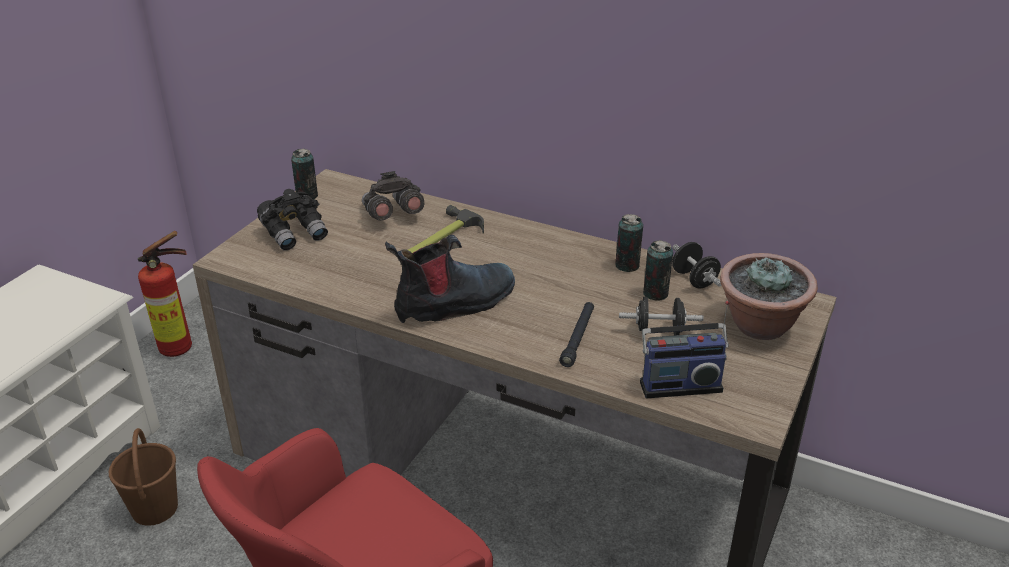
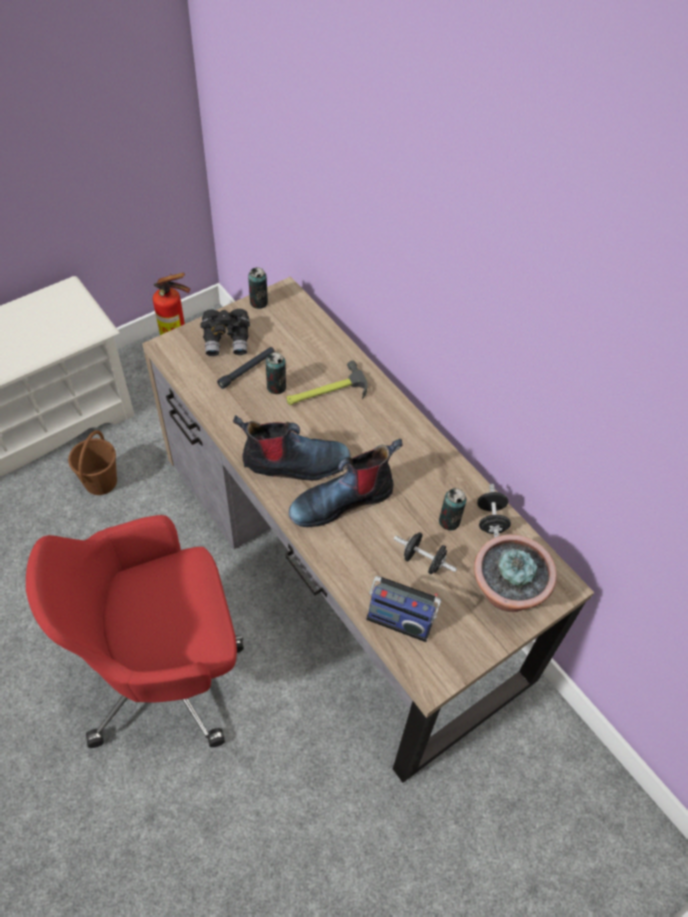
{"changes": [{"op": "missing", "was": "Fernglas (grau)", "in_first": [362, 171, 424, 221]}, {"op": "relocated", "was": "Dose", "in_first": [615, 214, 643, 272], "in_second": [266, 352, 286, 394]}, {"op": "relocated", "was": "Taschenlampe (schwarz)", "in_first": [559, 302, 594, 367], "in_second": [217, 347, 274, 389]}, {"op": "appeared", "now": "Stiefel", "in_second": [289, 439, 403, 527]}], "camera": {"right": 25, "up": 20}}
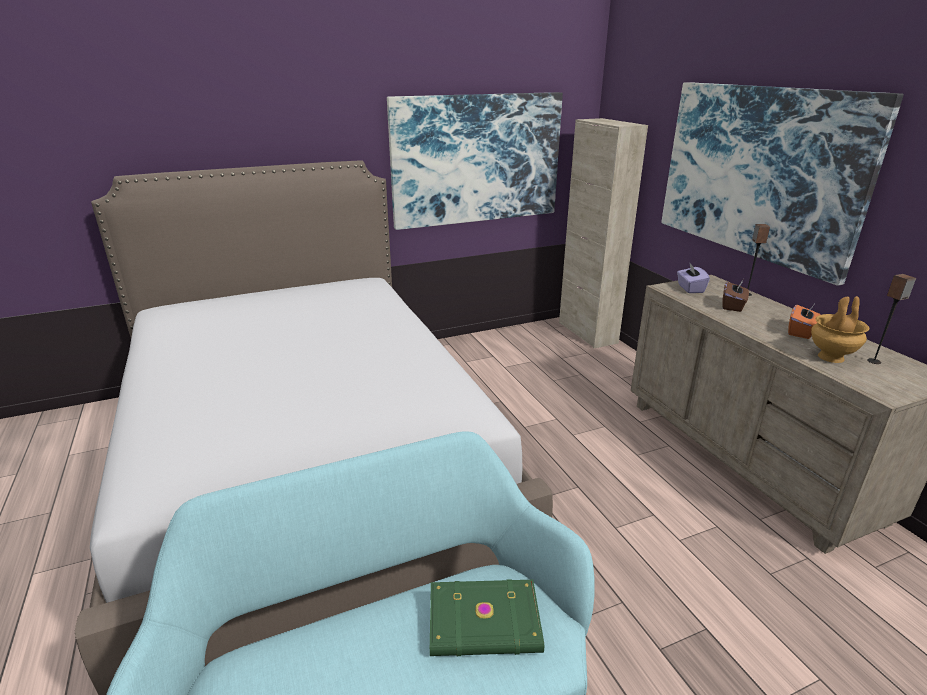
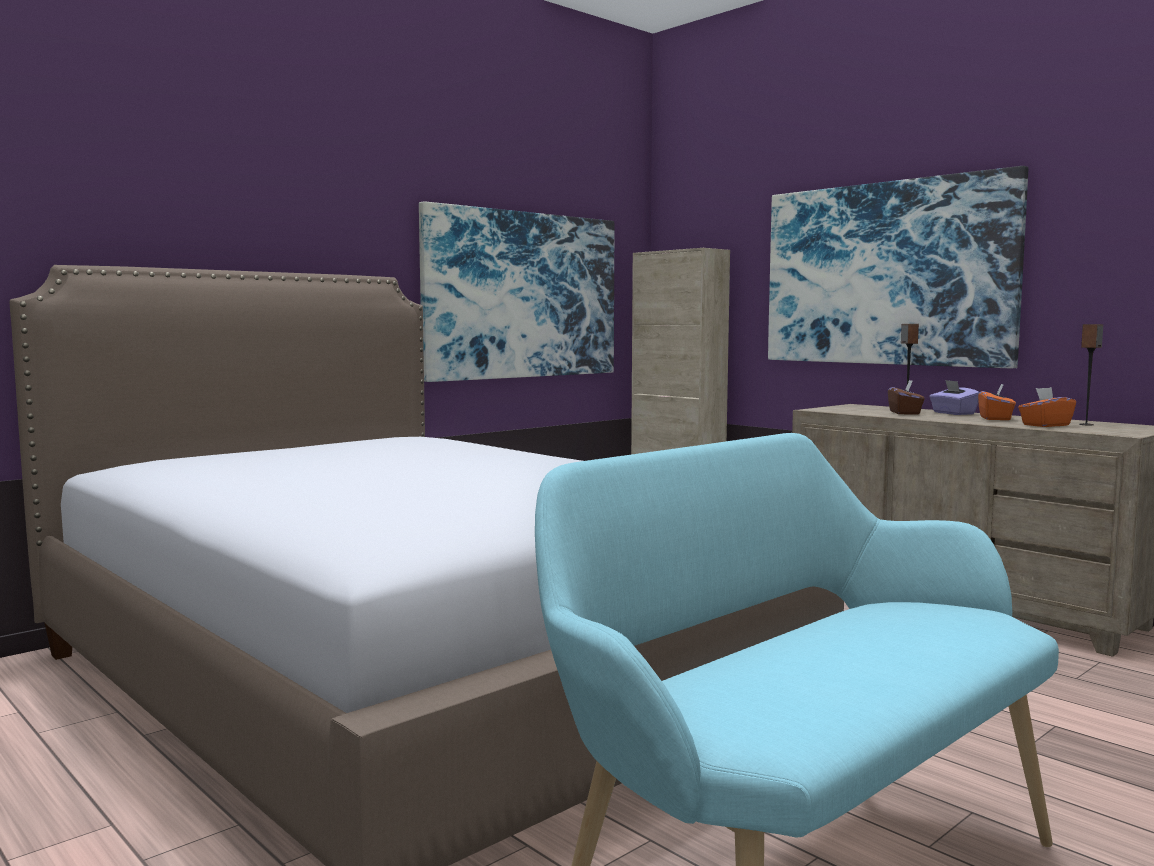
{"changes": [{"op": "relocated", "was": "Taschentuchbox (lila)", "in_first": [677, 262, 710, 293], "in_second": [929, 380, 979, 415]}, {"op": "exchanged", "was": "Vase (braun)", "now": "Taschentuchbox (orange)", "in_first": [811, 296, 869, 363], "in_second": [1018, 387, 1076, 427]}, {"op": "missing", "was": "Buch (grün)", "in_first": [430, 580, 544, 656]}], "camera": {"right": -20, "up": -20}}
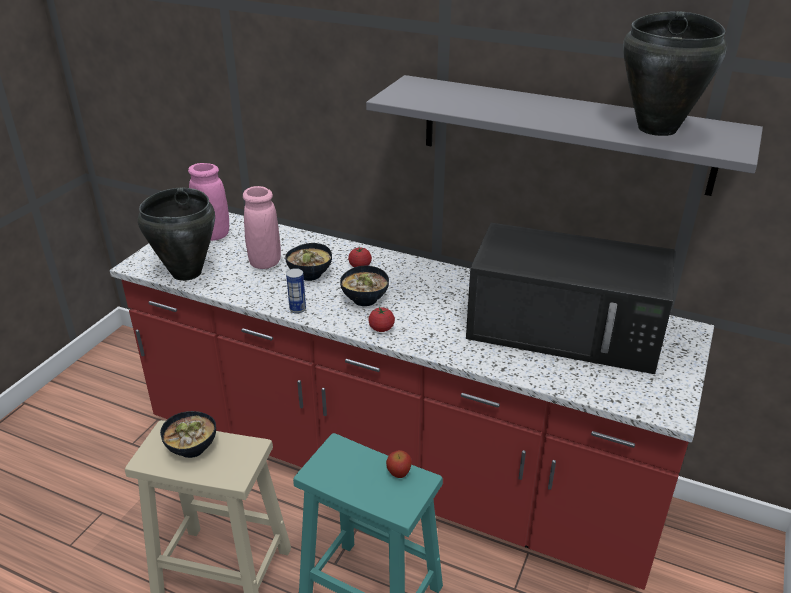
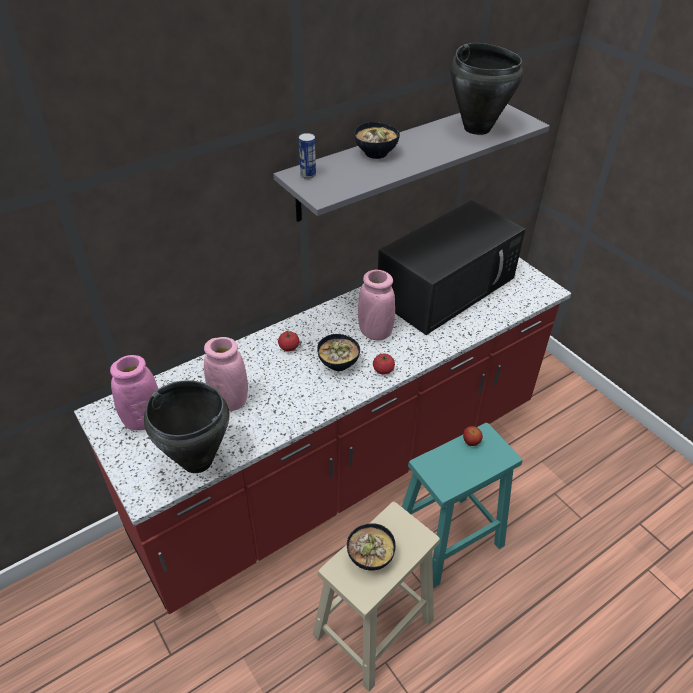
{"changes": [{"op": "relocated", "was": "Schüssel", "in_first": [285, 243, 332, 281], "in_second": [354, 122, 400, 159]}, {"op": "relocated", "was": "Dose", "in_first": [286, 268, 306, 314], "in_second": [299, 133, 316, 179]}, {"op": "appeared", "now": "Vase (rosa)", "in_second": [358, 270, 395, 341]}], "camera": {"right": -60, "up": 10}}
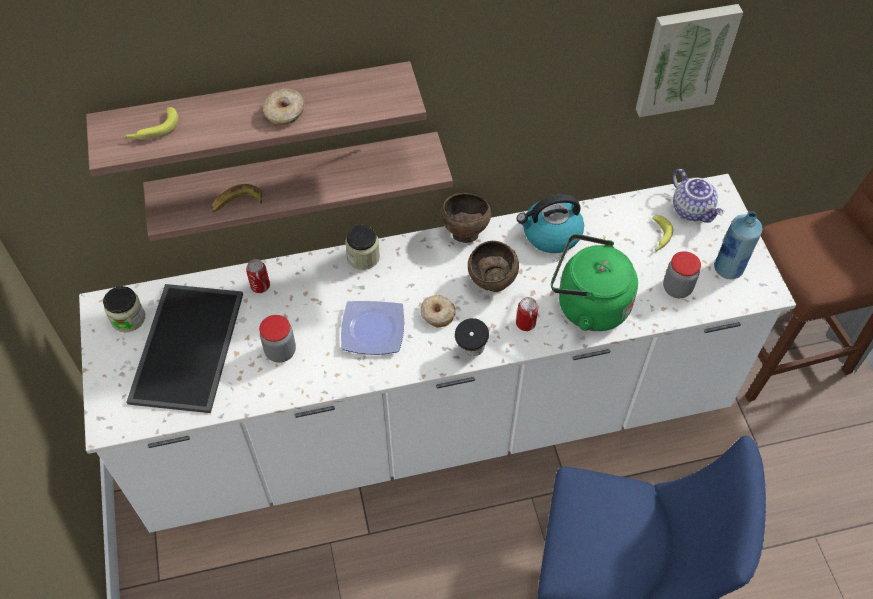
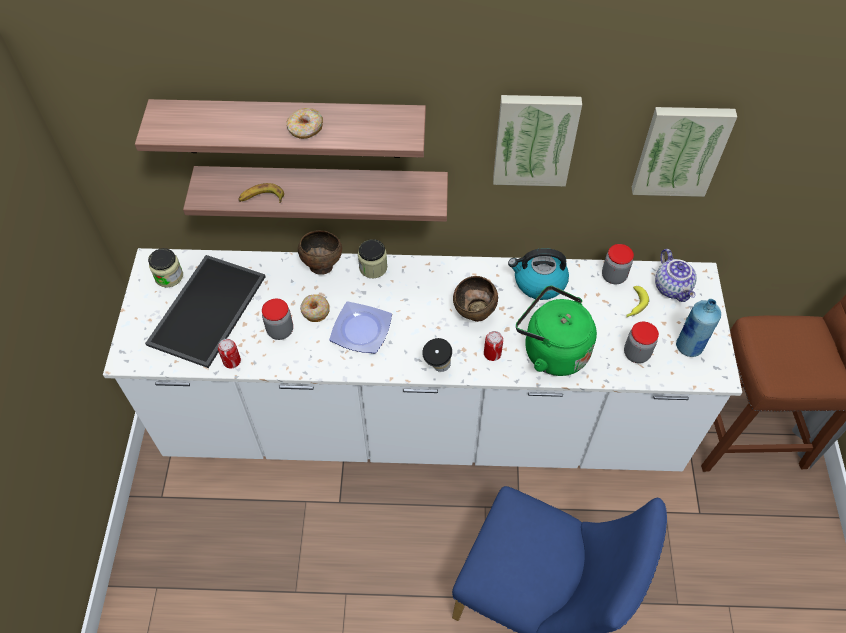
{"changes": [{"op": "missing", "was": "Banane", "in_first": [124, 107, 178, 140]}, {"op": "relocated", "was": "Schüssel (braun)", "in_first": [441, 193, 491, 243], "in_second": [298, 230, 342, 275]}, {"op": "relocated", "was": "Dose", "in_first": [246, 259, 270, 293], "in_second": [218, 338, 241, 368]}, {"op": "relocated", "was": "Donut", "in_first": [420, 295, 456, 328], "in_second": [300, 294, 330, 322]}, {"op": "appeared", "now": "Bild", "in_second": [493, 95, 582, 186]}, {"op": "appeared", "now": "Vorratsglas", "in_second": [602, 244, 634, 284]}], "camera": {"right": 15, "up": 0}}
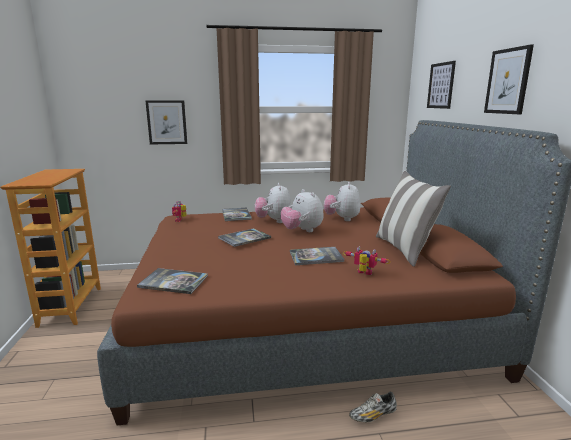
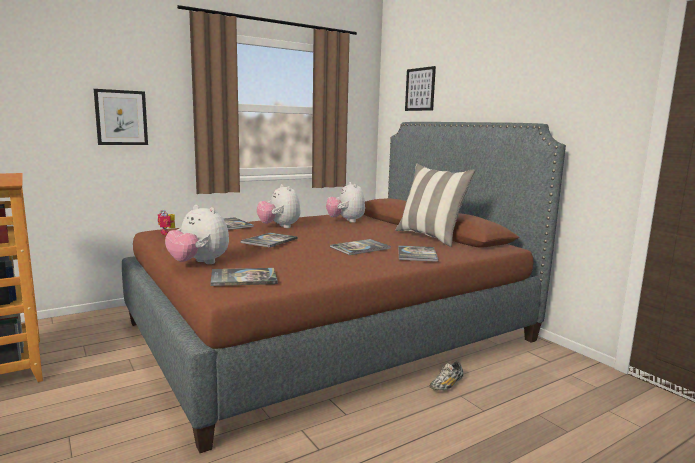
{"changes": [{"op": "missing", "was": "Bild", "in_first": [484, 45, 534, 114]}, {"op": "relocated", "was": "Plüschtier", "in_first": [281, 189, 324, 232], "in_second": [165, 205, 229, 264]}, {"op": "exchanged", "was": "Spielzeugroboter", "now": "Buch", "in_first": [343, 246, 390, 275], "in_second": [398, 245, 438, 262]}], "camera": {"right": -25, "up": -5}}
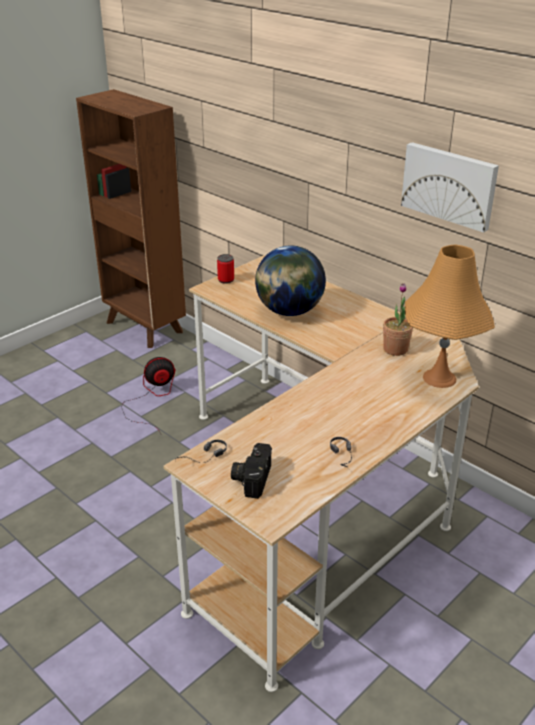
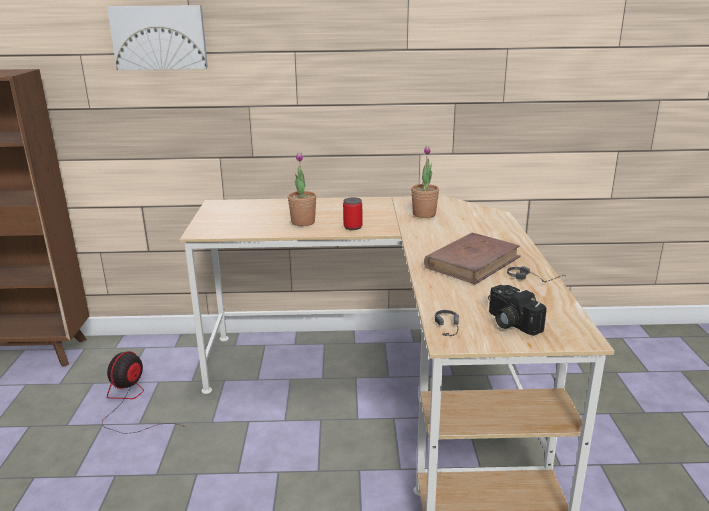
{"changes": [{"op": "relocated", "was": "Bild", "in_first": [401, 142, 499, 233], "in_second": [107, 5, 208, 70]}, {"op": "missing", "was": "Tischlampe (orange)", "in_first": [405, 244, 495, 388]}, {"op": "exchanged", "was": "Globus", "now": "Topfpflanze", "in_first": [255, 245, 326, 316], "in_second": [288, 153, 316, 226]}, {"op": "relocated", "was": "Dose", "in_first": [217, 254, 234, 284], "in_second": [343, 198, 362, 230]}, {"op": "appeared", "now": "Buch (braun)", "in_second": [424, 233, 521, 285]}], "camera": {"right": -45, "up": -10}}
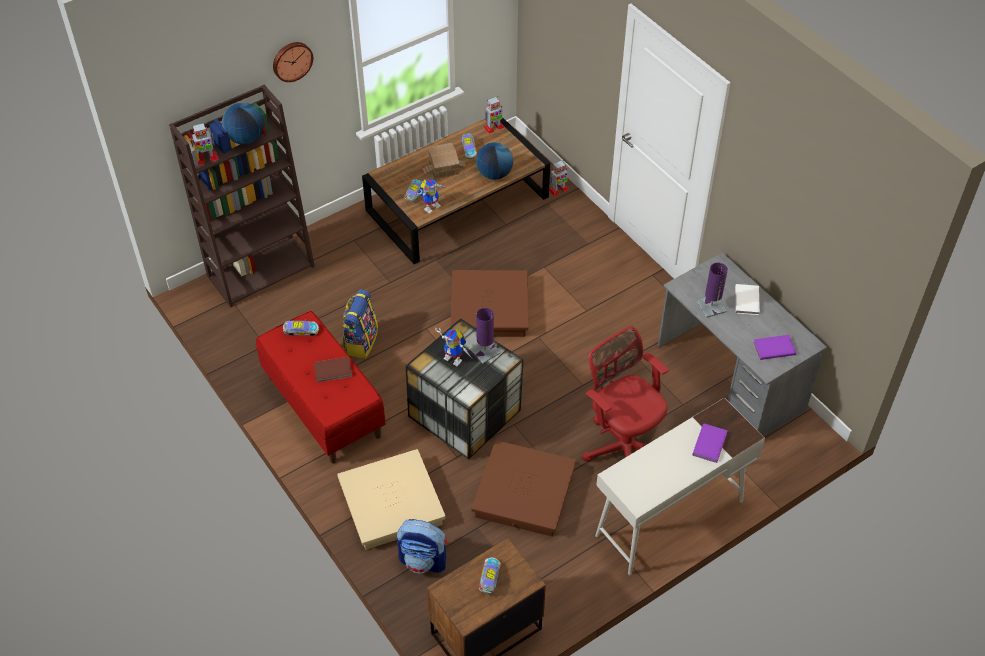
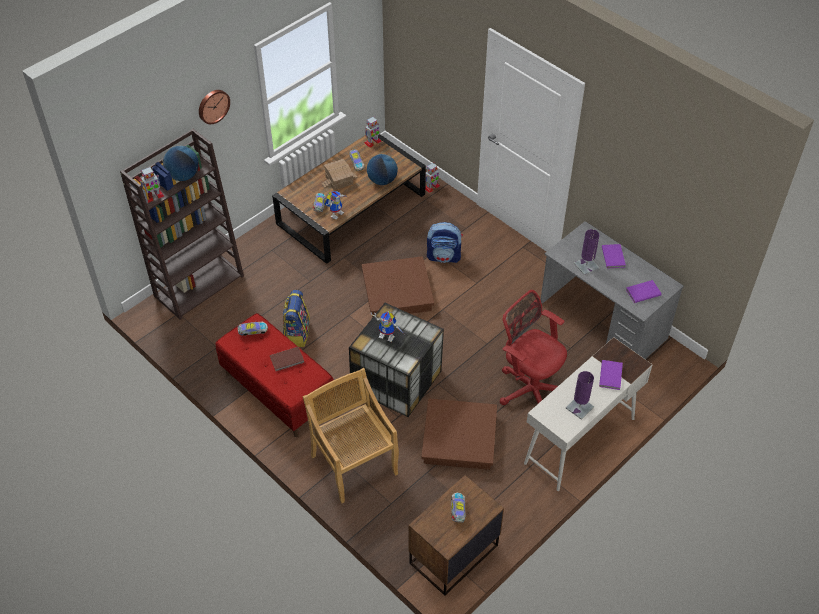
{"changes": [{"op": "colour", "was": "Buch (weiß)", "now": "Buch (lila)", "in_first": [735, 284, 760, 315], "in_second": [602, 244, 626, 268]}, {"op": "relocated", "was": "Tischlampe (lila)", "in_first": [470, 308, 501, 364], "in_second": [566, 371, 594, 420]}, {"op": "exchanged", "was": "Aufbewahrungsbox (beige)", "now": "Stuhl (beige)", "in_first": [337, 449, 446, 550], "in_second": [303, 368, 399, 503]}, {"op": "relocated", "was": "Rucksack", "in_first": [397, 519, 447, 573], "in_second": [427, 222, 463, 263]}], "camera": {"right": -10, "up": 0}}
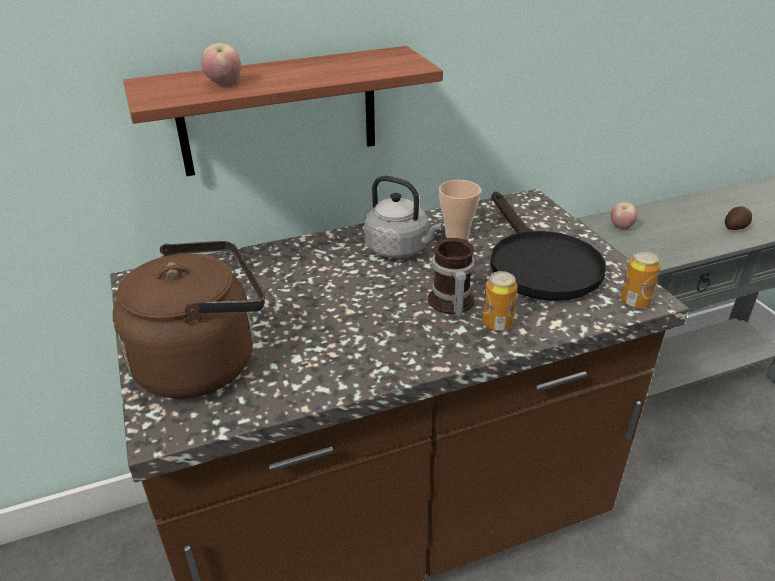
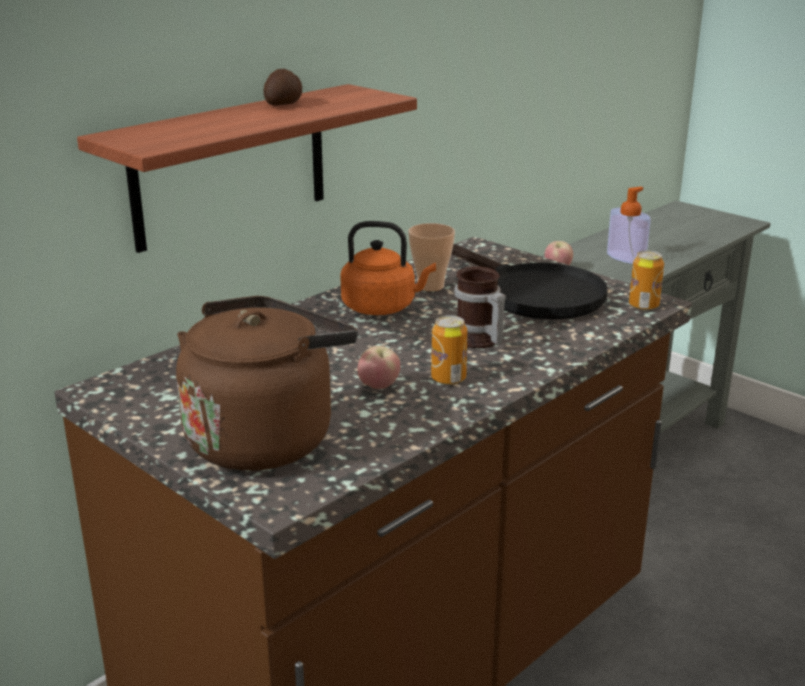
{"changes": [{"op": "relocated", "was": "Apfel", "in_first": [201, 43, 241, 85], "in_second": [357, 346, 401, 389]}, {"op": "colour", "was": "Wasserkessel (grau)", "now": "Wasserkessel (orange)", "in_first": [364, 176, 442, 259], "in_second": [340, 221, 436, 315]}, {"op": "relocated", "was": "Kartoffel", "in_first": [725, 206, 752, 230], "in_second": [263, 69, 302, 106]}, {"op": "relocated", "was": "Dose", "in_first": [482, 271, 518, 331], "in_second": [431, 315, 467, 385]}, {"op": "appeared", "now": "Seifenspender", "in_second": [607, 187, 651, 264]}], "camera": {"right": -25, "up": -10}}
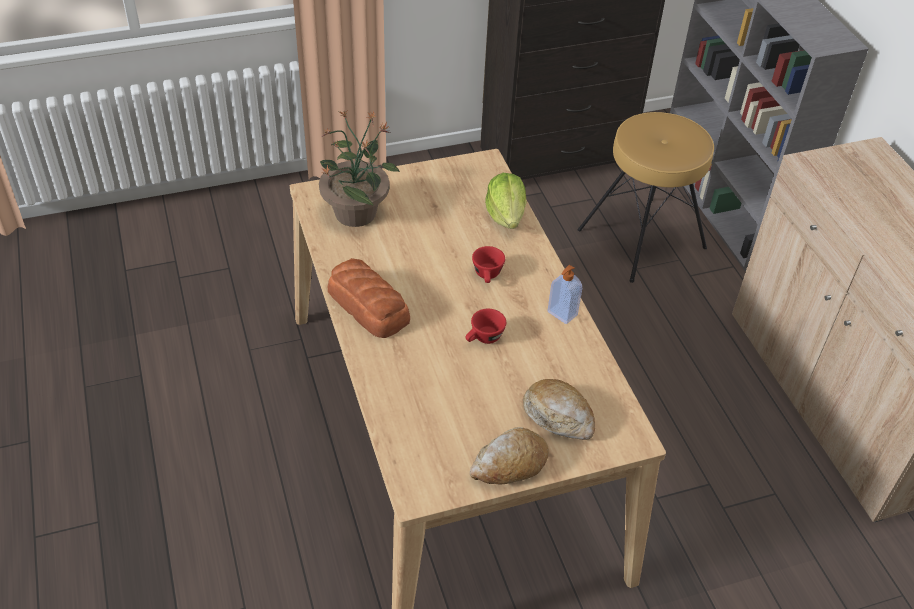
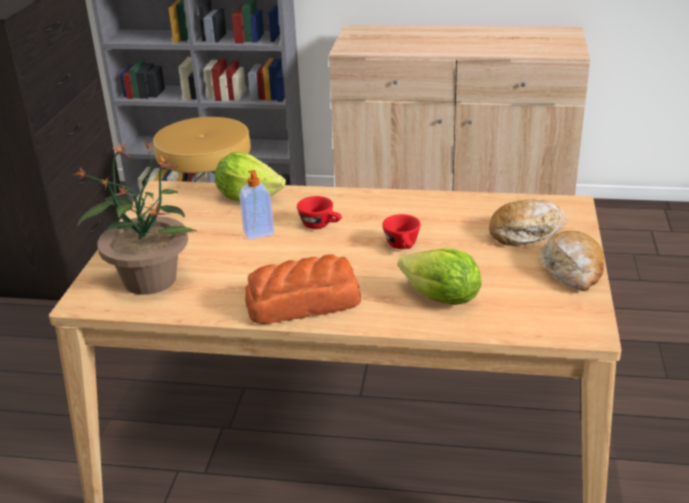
{"changes": [{"op": "relocated", "was": "Seifenspender", "in_first": [548, 265, 582, 324], "in_second": [239, 170, 274, 240]}, {"op": "appeared", "now": "Salatkopf", "in_second": [398, 248, 481, 305]}], "camera": {"right": -60, "up": -15}}
